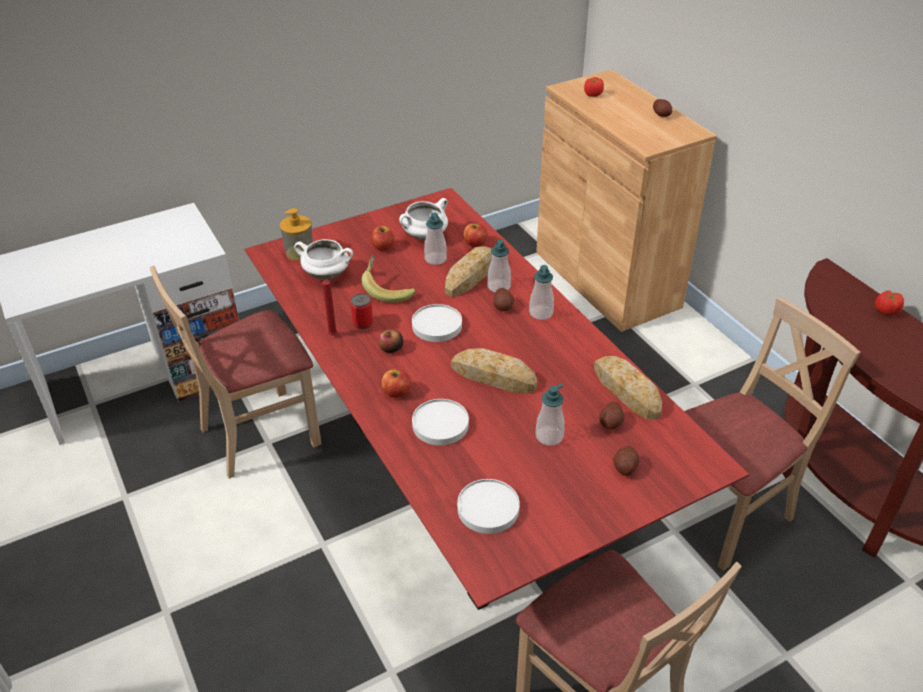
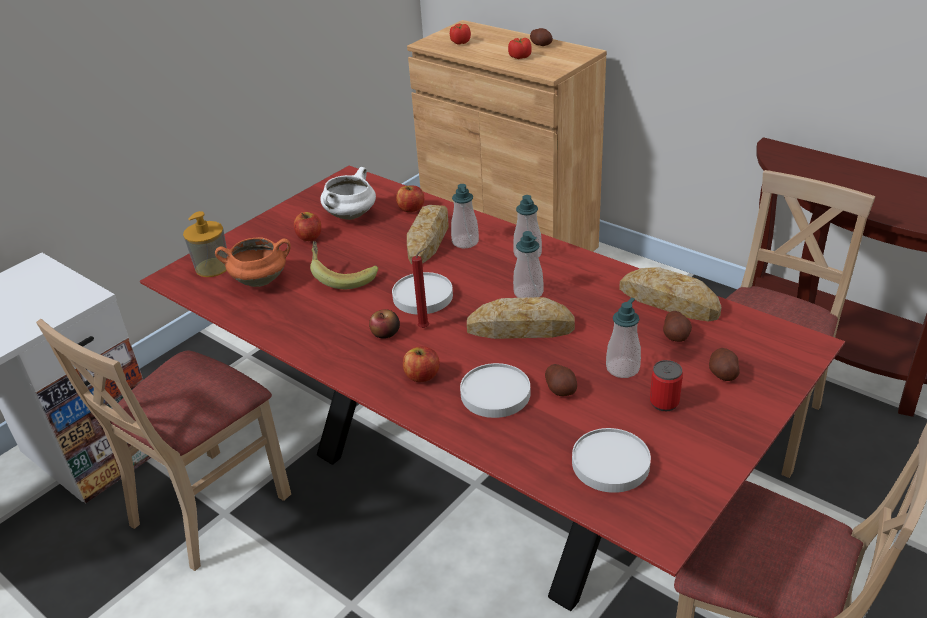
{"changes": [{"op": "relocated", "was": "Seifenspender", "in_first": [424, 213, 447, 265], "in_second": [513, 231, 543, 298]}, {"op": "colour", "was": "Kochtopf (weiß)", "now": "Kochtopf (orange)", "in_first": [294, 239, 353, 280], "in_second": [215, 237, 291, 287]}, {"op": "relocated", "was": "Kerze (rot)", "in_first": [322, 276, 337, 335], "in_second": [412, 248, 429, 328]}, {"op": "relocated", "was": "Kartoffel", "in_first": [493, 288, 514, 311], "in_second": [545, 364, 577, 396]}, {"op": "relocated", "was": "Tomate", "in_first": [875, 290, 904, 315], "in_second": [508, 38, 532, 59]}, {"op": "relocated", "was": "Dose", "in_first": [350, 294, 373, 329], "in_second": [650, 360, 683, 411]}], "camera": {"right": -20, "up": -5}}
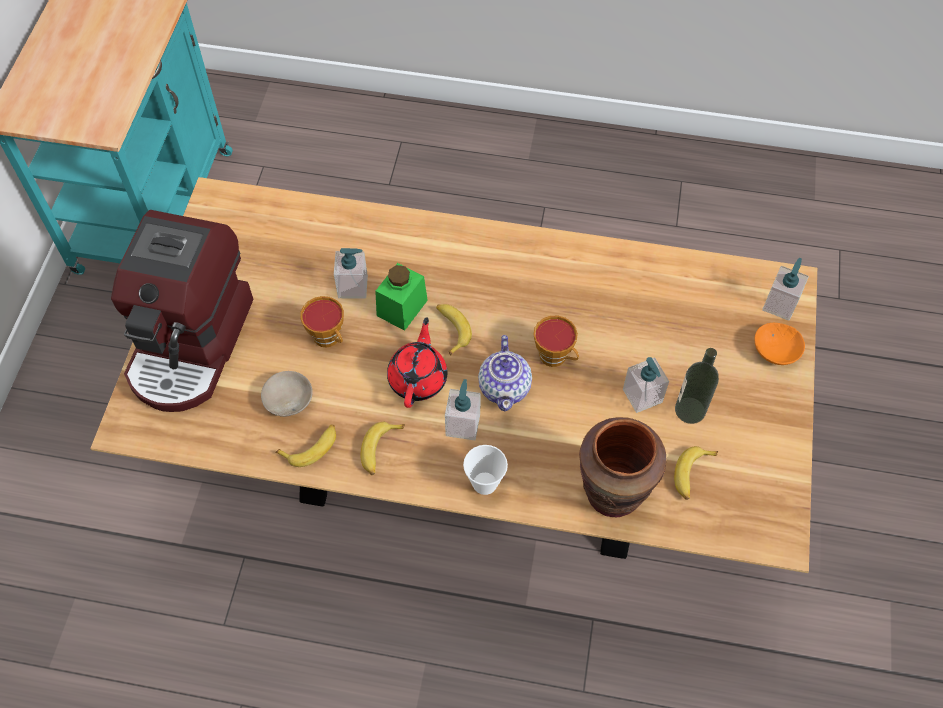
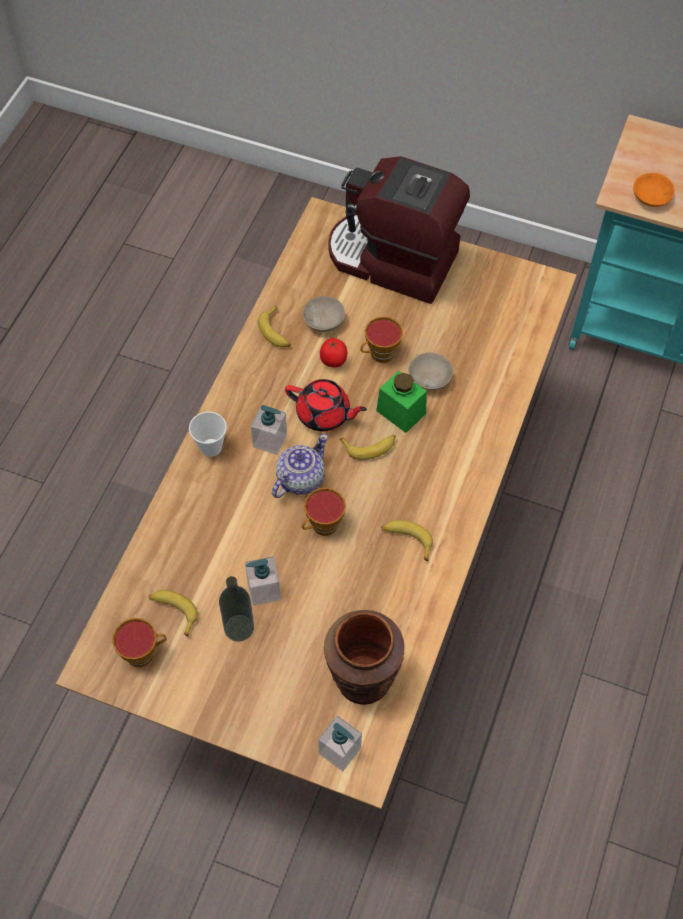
{"changes": [{"op": "exchanged", "was": "Seifenspender", "now": "Schüssel (beige)", "in_first": [334, 248, 368, 299], "in_second": [408, 352, 453, 390]}, {"op": "relocated", "was": "Schüssel (orange)", "in_first": [755, 323, 805, 365], "in_second": [633, 173, 674, 207]}, {"op": "spun", "was": "Teekanne", "in_first": [478, 335, 532, 411], "in_second": [272, 434, 328, 498], "clockwise": 120}, {"op": "relocated", "was": "Vase (braun)", "in_first": [579, 417, 667, 517], "in_second": [324, 610, 404, 705]}, {"op": "relocated", "was": "Banane", "in_first": [360, 422, 405, 475], "in_second": [381, 520, 433, 561]}, {"op": "appeared", "now": "Tomate", "in_second": [320, 338, 347, 368]}, {"op": "appeared", "now": "Tasse", "in_second": [112, 618, 167, 667]}], "camera": {"right": 100, "up": 0}}
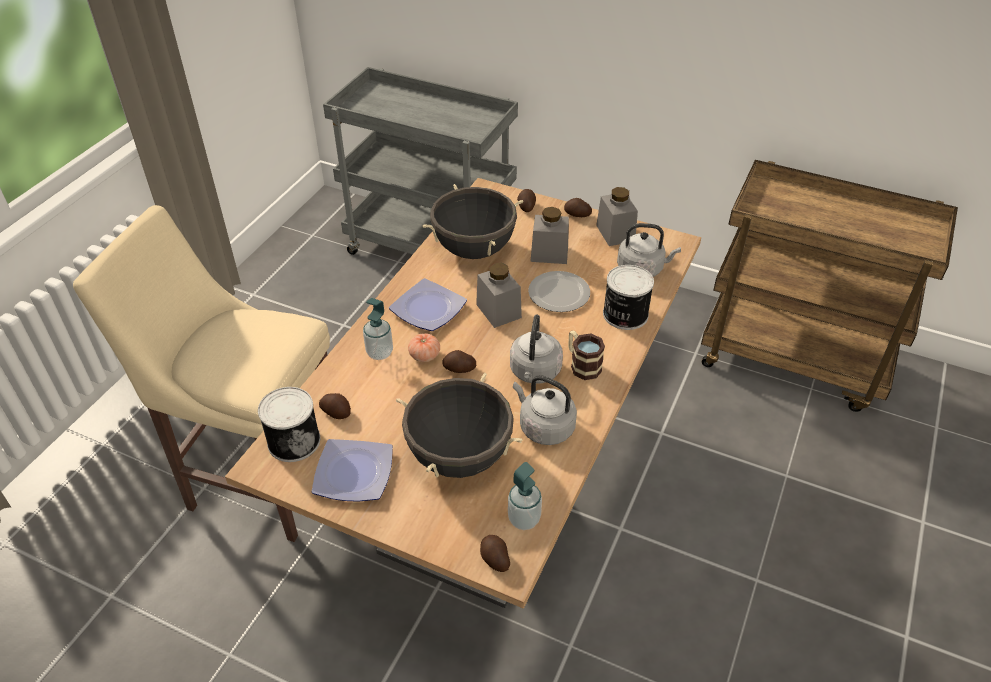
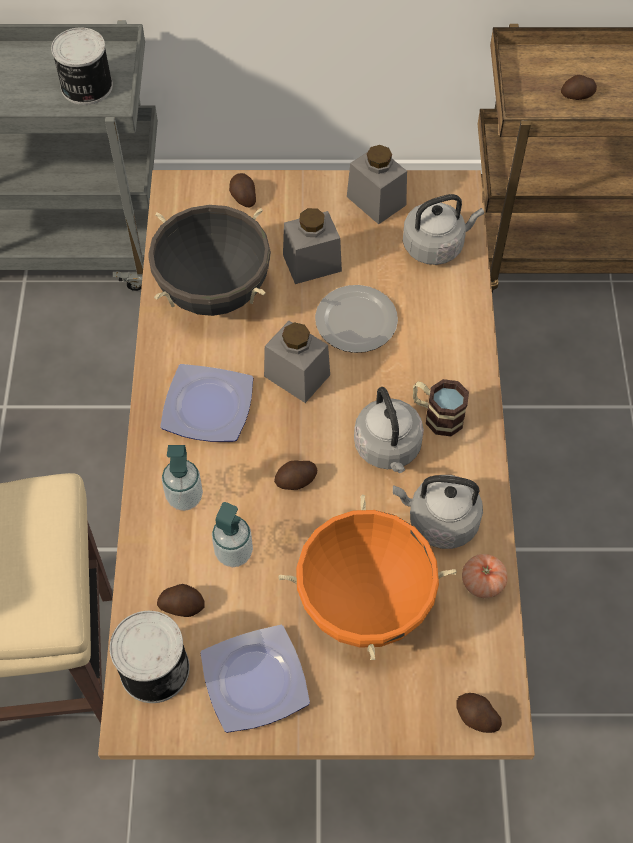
{"changes": [{"op": "relocated", "was": "Kartoffel", "in_first": [564, 198, 592, 217], "in_second": [561, 75, 597, 100]}, {"op": "relocated", "was": "Dose", "in_first": [603, 265, 654, 330], "in_second": [51, 27, 113, 105]}, {"op": "relocated", "was": "Tomate", "in_first": [408, 333, 440, 362], "in_second": [462, 554, 508, 598]}, {"op": "colour", "was": "Kochtopf (schwarz)", "now": "Kochtopf (orange)", "in_first": [396, 373, 523, 478], "in_second": [278, 494, 457, 660]}, {"op": "relocated", "was": "Seifenspender", "in_first": [508, 462, 542, 530], "in_second": [212, 502, 253, 567]}], "camera": {"right": -25, "up": 15}}
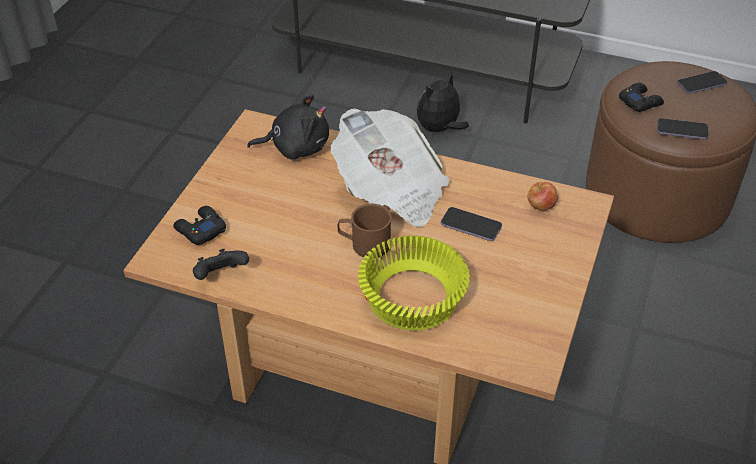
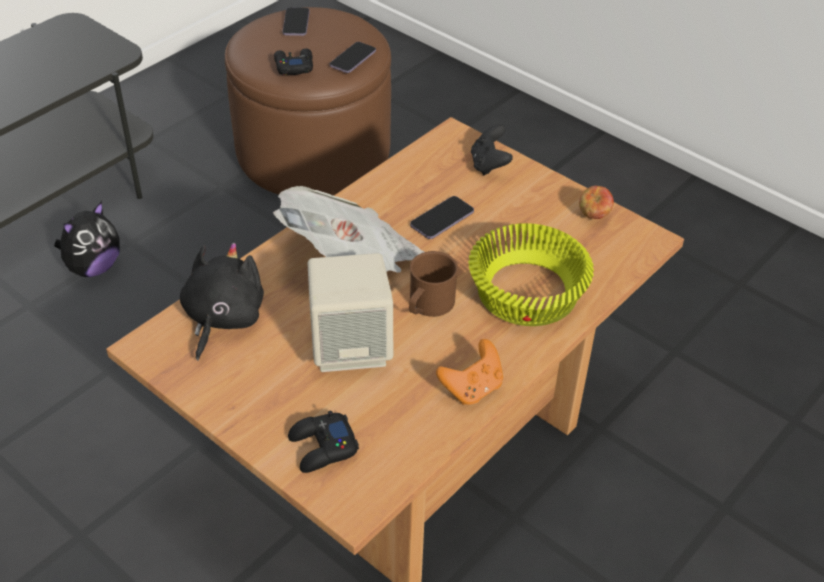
{"changes": [{"op": "spun", "was": "Plüschtier", "in_first": [417, 73, 469, 133], "in_second": [54, 201, 120, 277], "clockwise": -120}, {"op": "relocated", "was": "Apfel", "in_first": [527, 182, 558, 211], "in_second": [579, 186, 614, 219]}, {"op": "relocated", "was": "Gamepad (schwarz)", "in_first": [193, 249, 249, 280], "in_second": [471, 124, 513, 175]}, {"op": "appeared", "now": "Lautsprecher (beige)", "in_second": [307, 253, 393, 372]}, {"op": "appeared", "now": "Gamepad (orange)", "in_second": [436, 339, 503, 405]}], "camera": {"right": -70, "up": 0}}
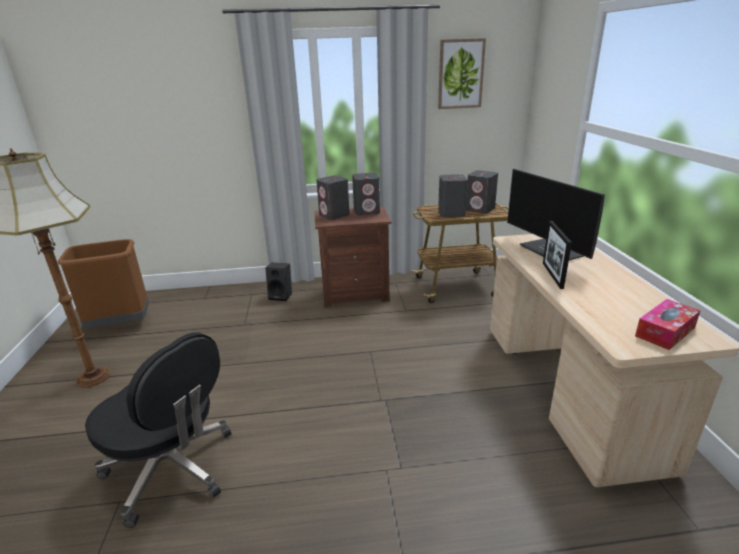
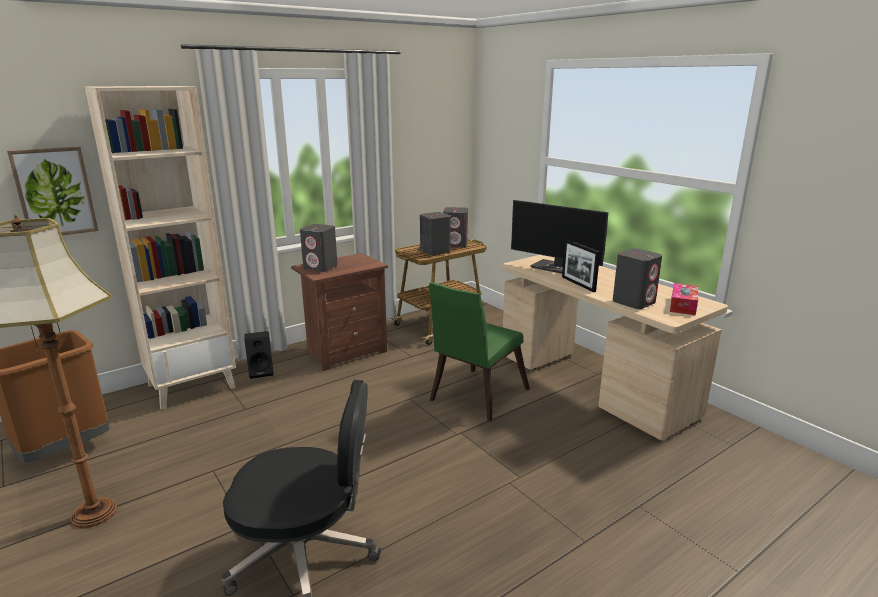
{"changes": [{"op": "relocated", "was": "Bild", "in_first": [438, 38, 486, 109], "in_second": [7, 146, 98, 235]}, {"op": "relocated", "was": "Lautsprecher (grau)", "in_first": [352, 173, 380, 215], "in_second": [613, 248, 662, 309]}, {"op": "appeared", "now": "Bücherregal (beige)", "in_second": [85, 86, 236, 410]}, {"op": "appeared", "now": "Stuhl (grün)", "in_second": [429, 282, 530, 422]}], "camera": {"right": -30, "up": -5}}
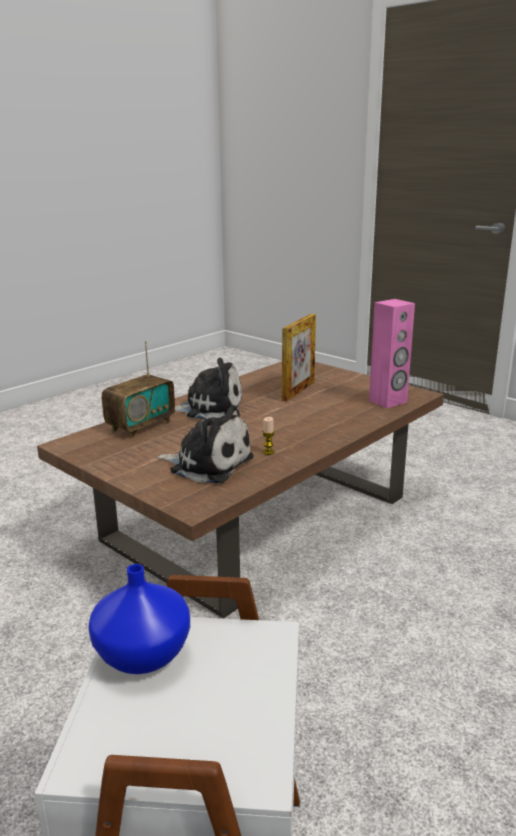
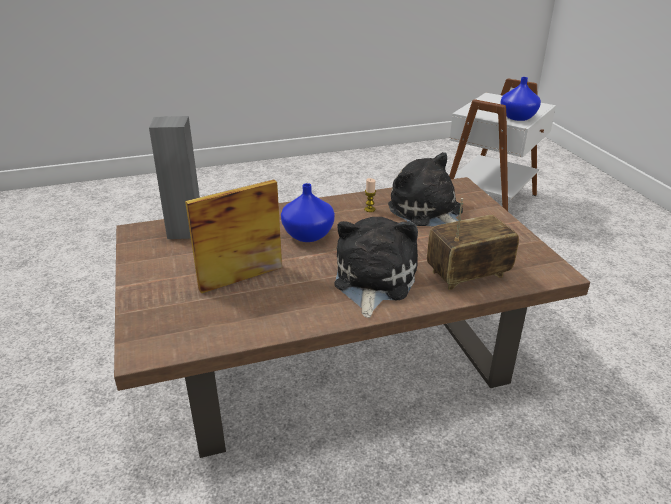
{"changes": [{"op": "colour", "was": "Lautsprecher (rosa)", "now": "Lautsprecher (grau)", "in_first": [369, 299, 415, 408], "in_second": [149, 116, 200, 239]}, {"op": "spun", "was": "Plüschtier", "in_first": [175, 358, 242, 419], "in_second": [334, 217, 418, 318], "clockwise": 75}, {"op": "appeared", "now": "Vase (blau)", "in_second": [281, 183, 335, 242]}], "camera": {"right": -150, "up": 10}}
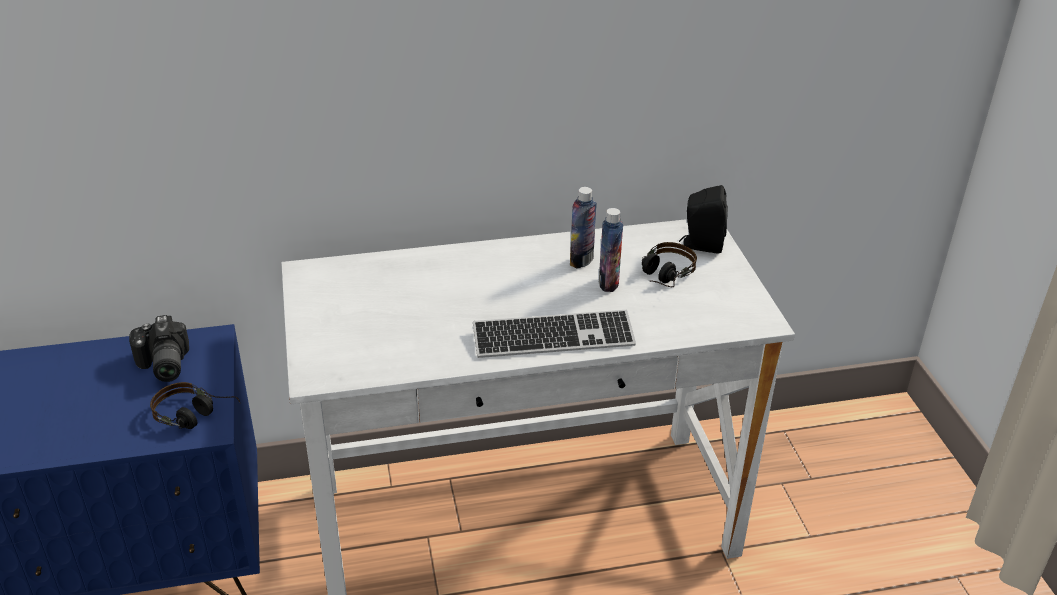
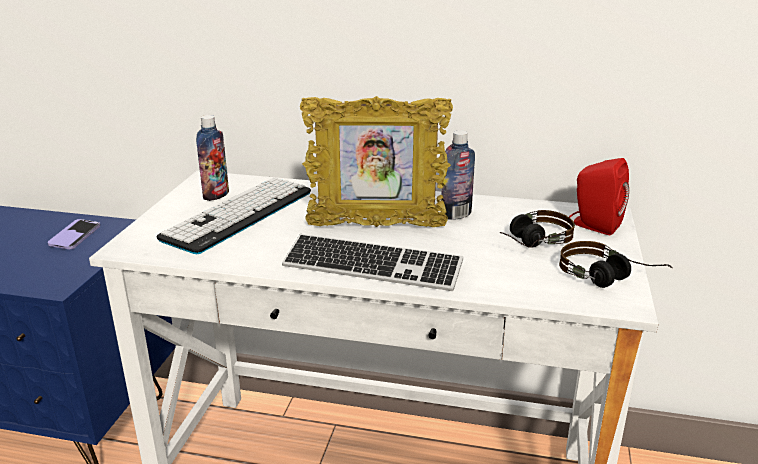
{"changes": [{"op": "colour", "was": "Lautsprecher (schwarz)", "now": "Lautsprecher (rot)", "in_first": [679, 185, 728, 254], "in_second": [569, 158, 629, 235]}, {"op": "relocated", "was": "Flasche", "in_first": [599, 208, 623, 292], "in_second": [196, 115, 229, 201]}, {"op": "exchanged", "was": "Kamera", "now": "Handy", "in_first": [129, 315, 189, 382], "in_second": [48, 219, 100, 249]}, {"op": "relocated", "was": "Kopfhörer", "in_first": [150, 382, 241, 429], "in_second": [559, 241, 673, 288]}, {"op": "appeared", "now": "Bilderrahmen", "in_second": [300, 96, 453, 227]}, {"op": "appeared", "now": "Tastatur", "in_second": [156, 177, 311, 254]}], "camera": {"right": 25, "up": -10}}
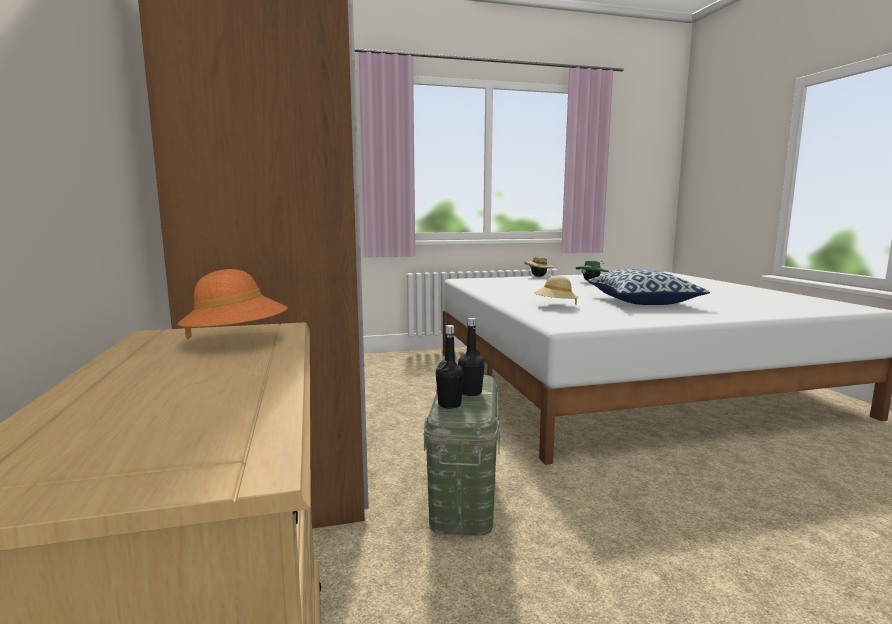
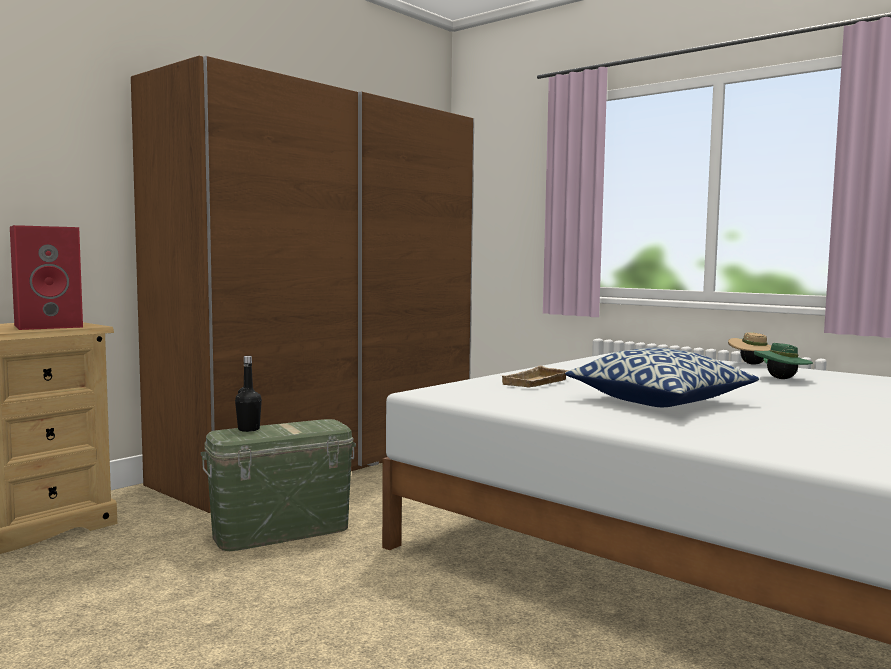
{"changes": [{"op": "exchanged", "was": "Hut (orange)", "now": "Lautsprecher (rot)", "in_first": [177, 269, 288, 340], "in_second": [10, 225, 83, 330]}, {"op": "exchanged", "was": "Hut (beige)", "now": "Tablett (beige)", "in_first": [534, 276, 578, 305], "in_second": [500, 366, 569, 388]}, {"op": "missing", "was": "Flasche (schwarz)", "in_first": [458, 318, 485, 396]}], "camera": {"right": 55, "up": -5}}
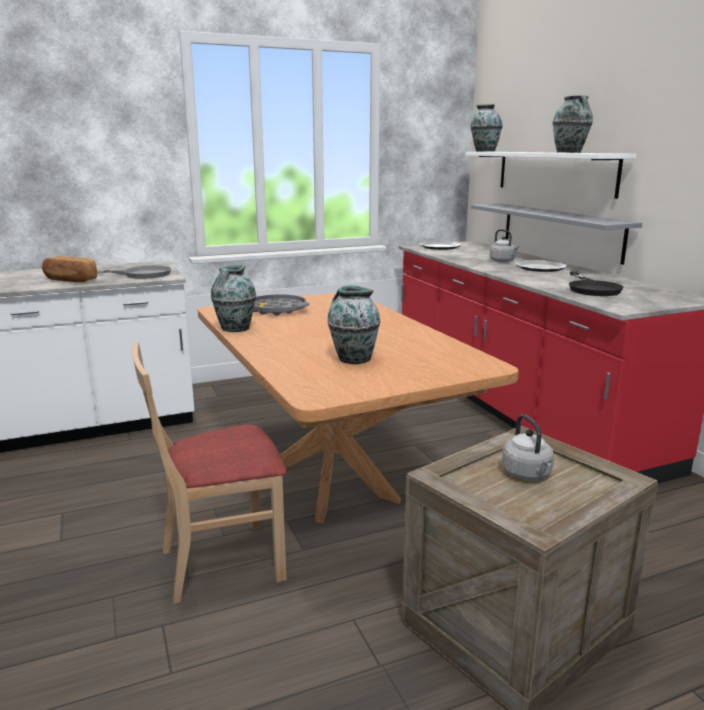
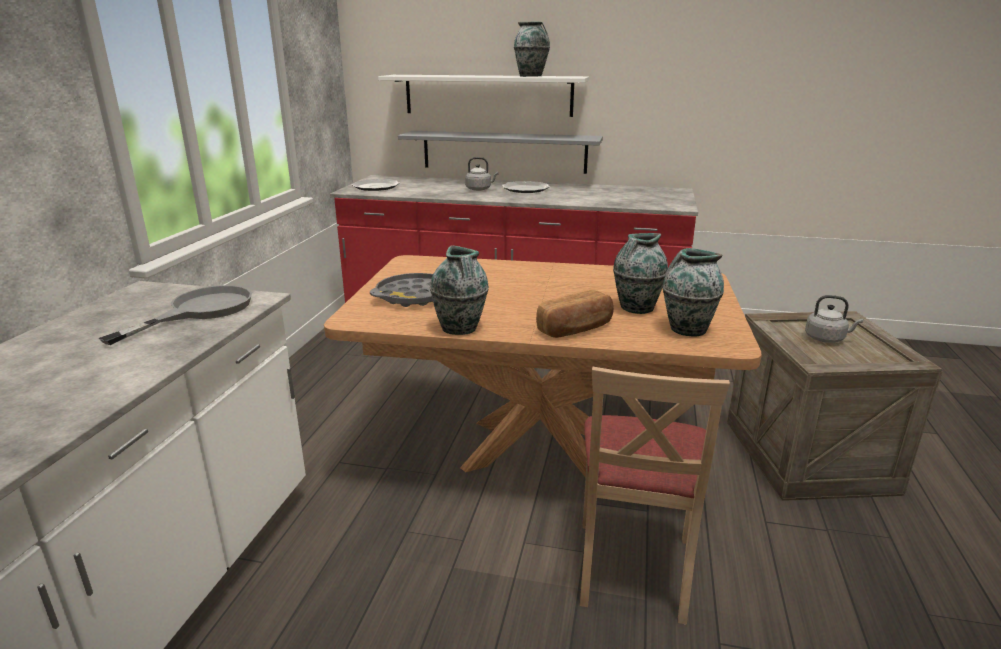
{"changes": [{"op": "relocated", "was": "Vase", "in_first": [470, 104, 502, 152], "in_second": [663, 248, 724, 337]}, {"op": "relocated", "was": "Brot", "in_first": [42, 256, 97, 282], "in_second": [536, 290, 614, 338]}, {"op": "missing", "was": "Pfanne (schwarz)", "in_first": [569, 271, 624, 296]}], "camera": {"right": -55, "up": 5}}
